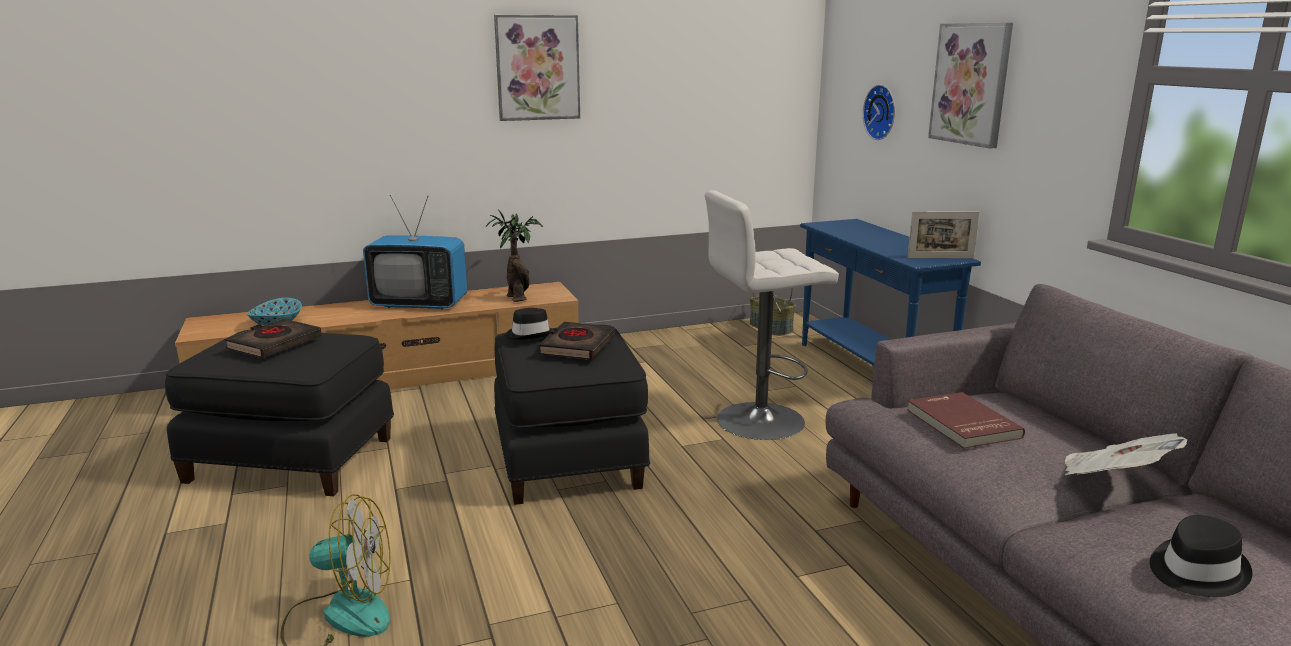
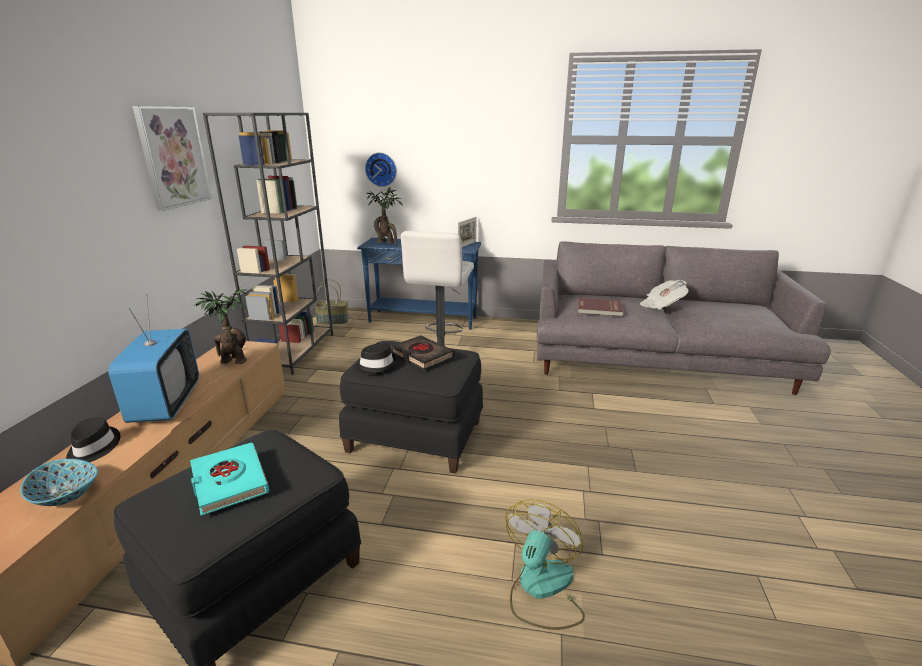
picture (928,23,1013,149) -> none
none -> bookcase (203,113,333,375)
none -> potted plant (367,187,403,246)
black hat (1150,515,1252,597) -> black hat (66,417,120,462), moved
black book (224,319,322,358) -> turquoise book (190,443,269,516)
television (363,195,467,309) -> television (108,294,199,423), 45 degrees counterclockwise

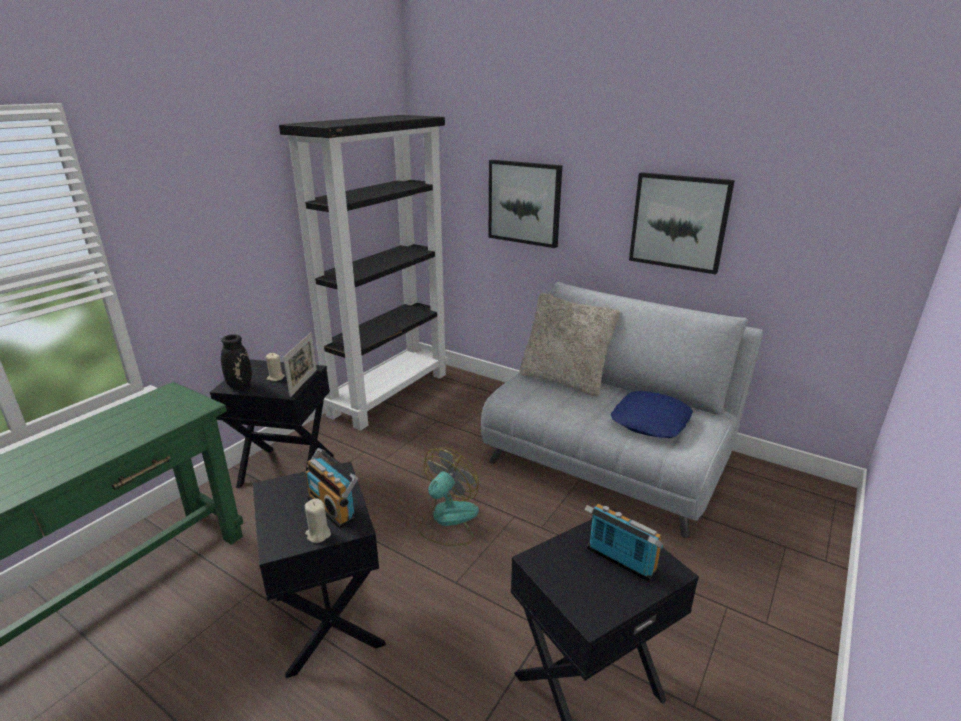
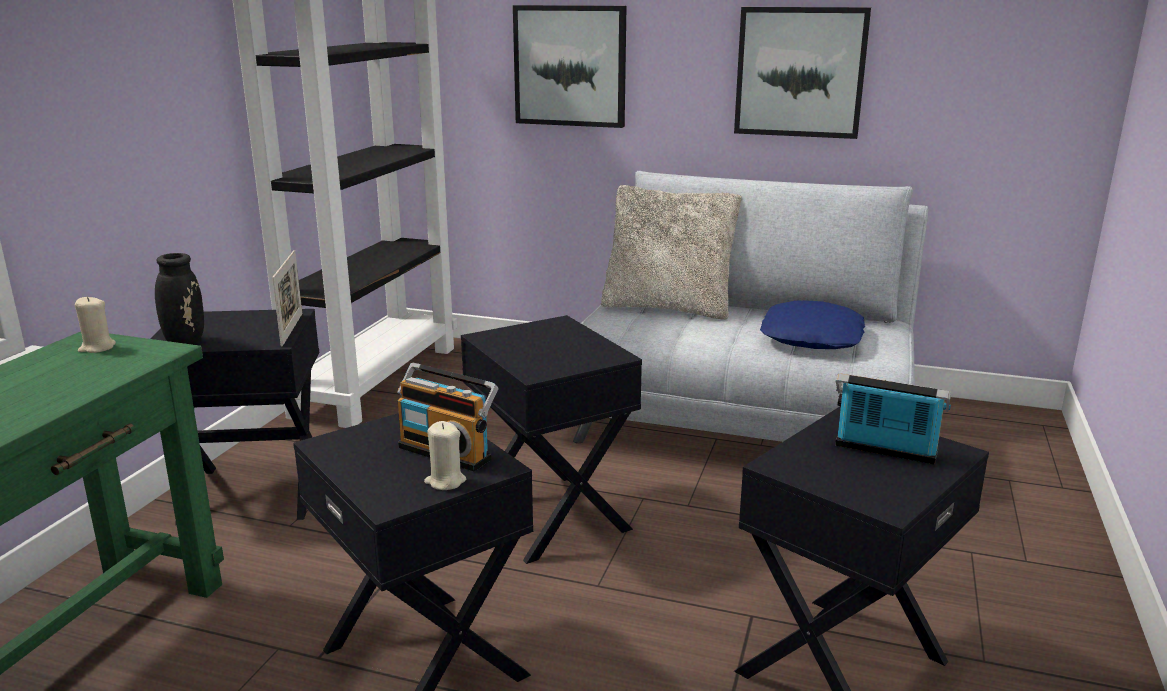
beige candle (266,353,285,381) -> beige candle (75,296,116,353), moved
fan (419,447,479,546) -> black side table (461,315,642,564)

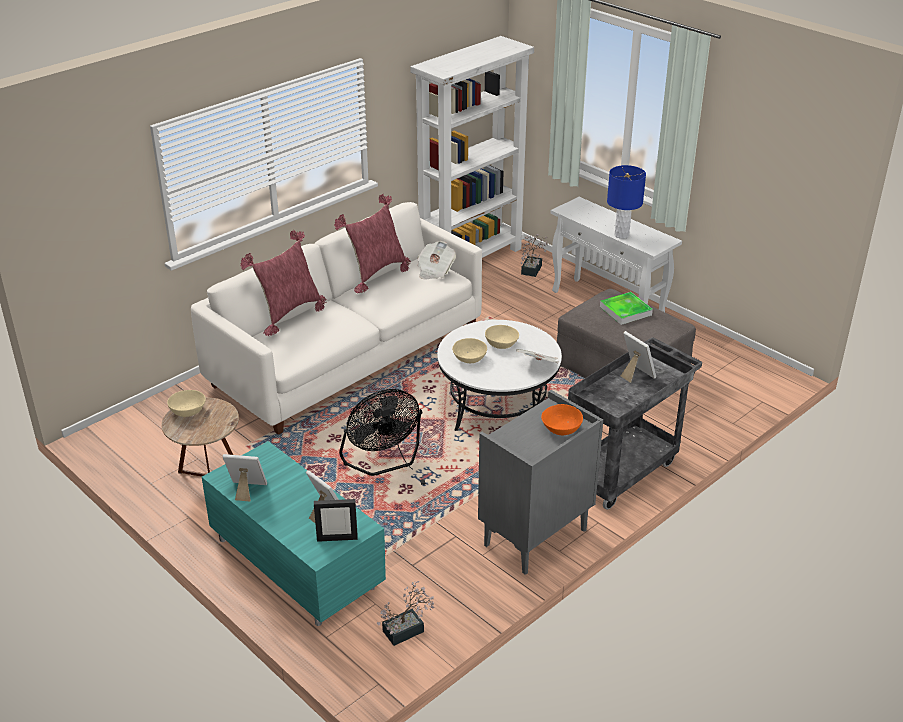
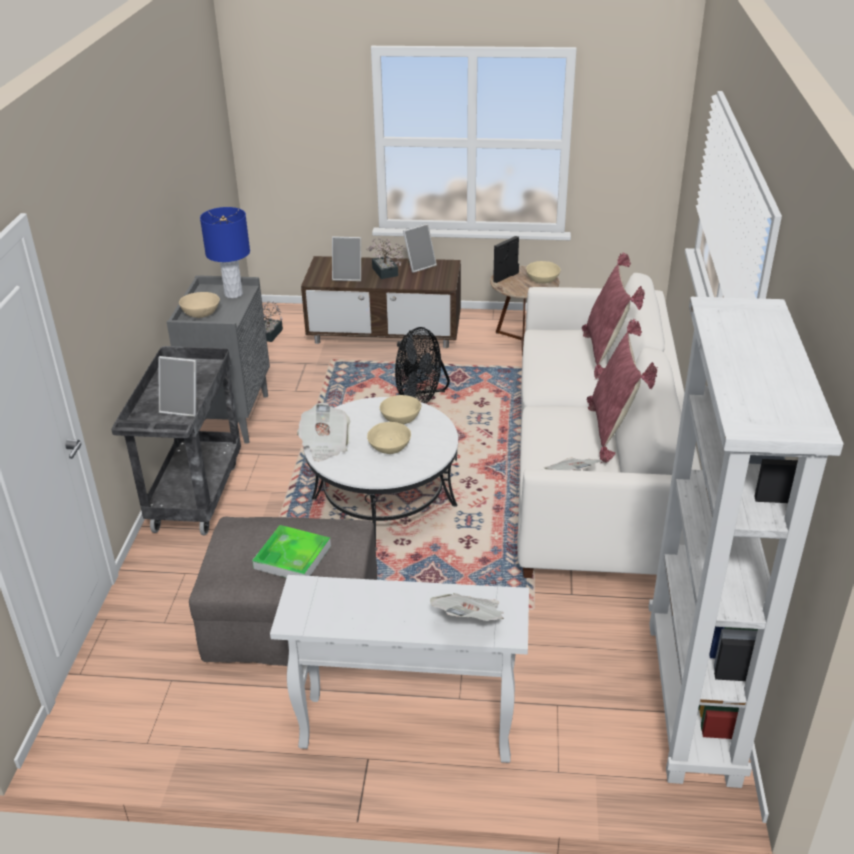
none -> newspaper (430,593,504,621)
picture frame (314,499,358,542) -> picture frame (493,236,519,283), moved
potted plant (521,234,548,277) -> potted plant (367,238,406,279), moved
blue table lamp (607,165,646,239) -> blue table lamp (200,207,250,298), moved
turquoise tv stand (202,441,386,626) -> brown tv stand (301,256,461,348)
orange bowl (541,404,583,435) -> beige bowl (179,292,220,318)

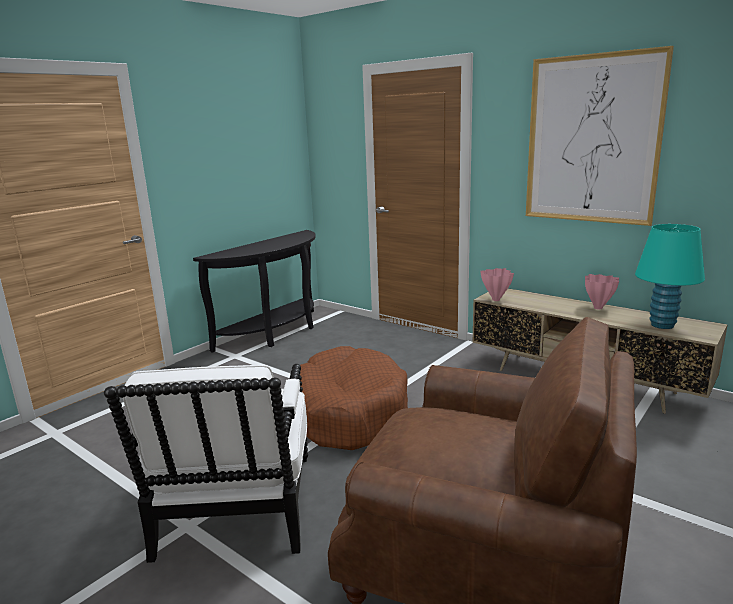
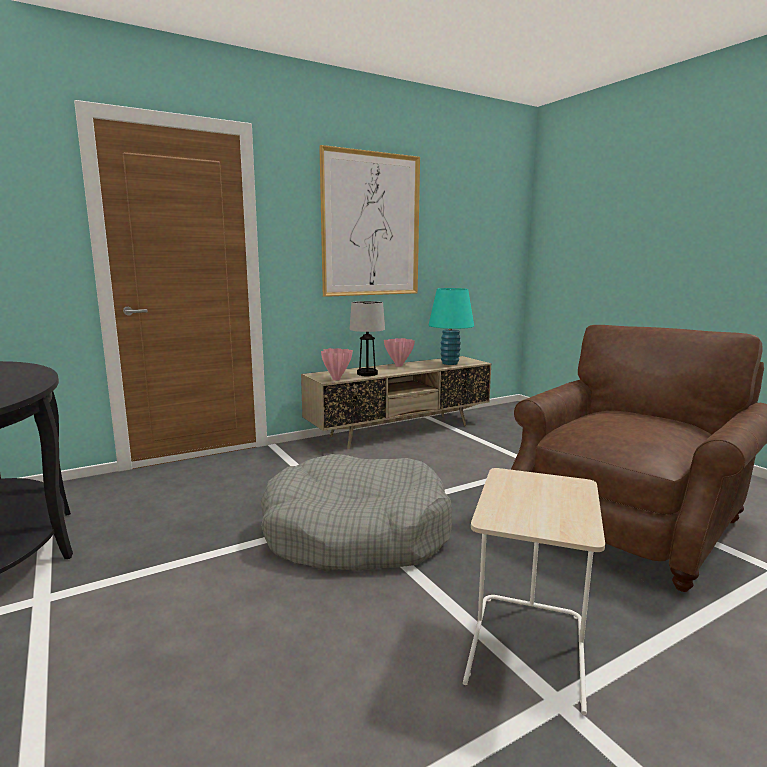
none -> table lamp (349,301,385,376)
white armchair (104,364,308,563) -> beige side table (463,468,605,715)
brown dog bed (300,346,408,450) -> grey dog bed (261,454,452,571)

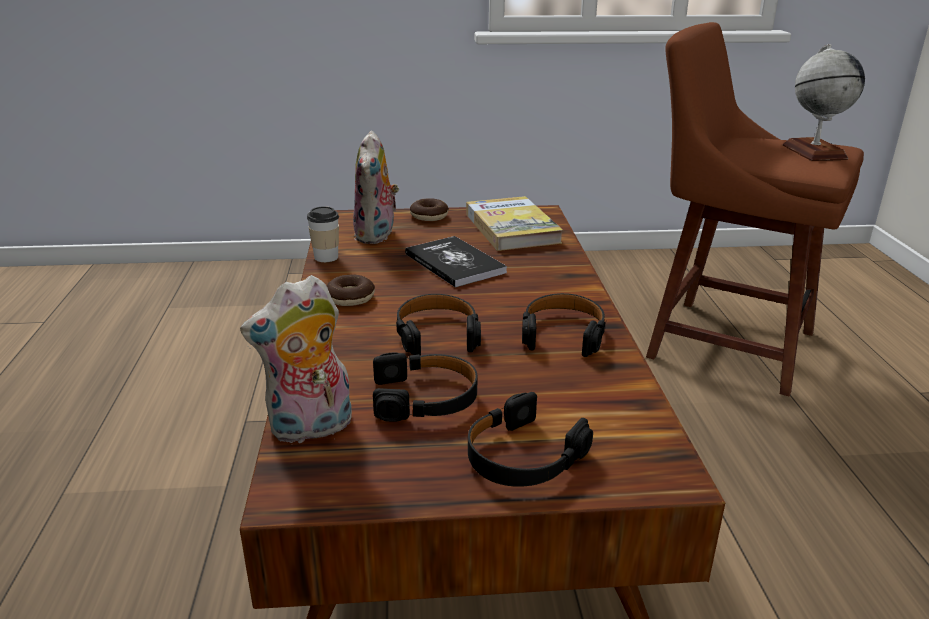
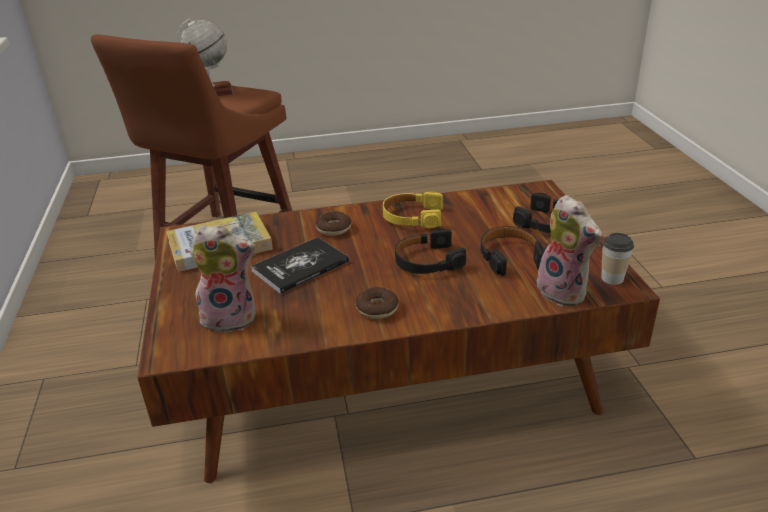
cup (307,206,339,262) -> cup (601,233,634,285), moved
donut (410,198,449,221) -> donut (316,211,352,236), moved
black headphones (522,293,606,357) -> yellow headphones (383,191,443,228)

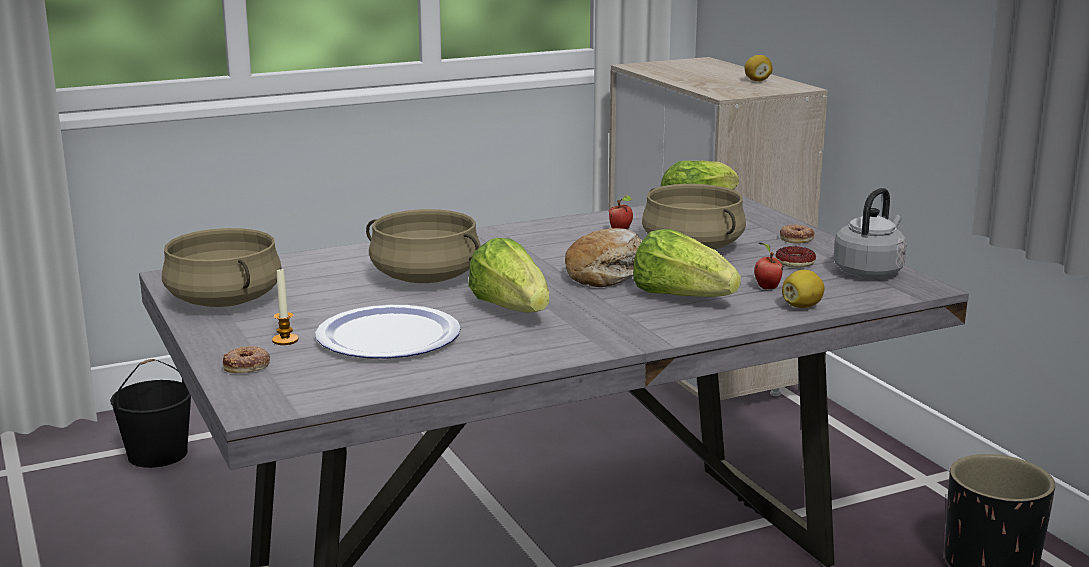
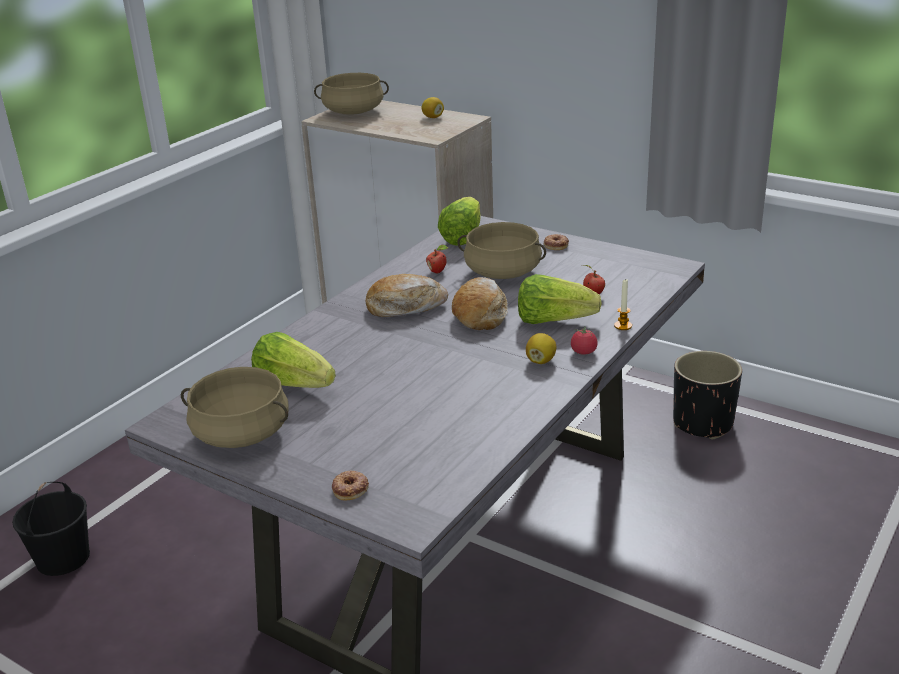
plate (315,305,461,358) -> none
donut (776,246,816,268) -> none
grey kettle (834,188,907,278) -> none
none -> bread (366,274,448,317)
none -> tomato (571,326,598,355)
candle (272,268,299,345) -> candle (614,279,632,330), moved
beige cooking pot (366,209,480,283) -> beige cooking pot (314,73,389,115), moved
lettuce (468,238,549,312) -> lettuce (251,332,336,388), moved
lemon (782,270,824,308) -> lemon (526,333,556,364), moved

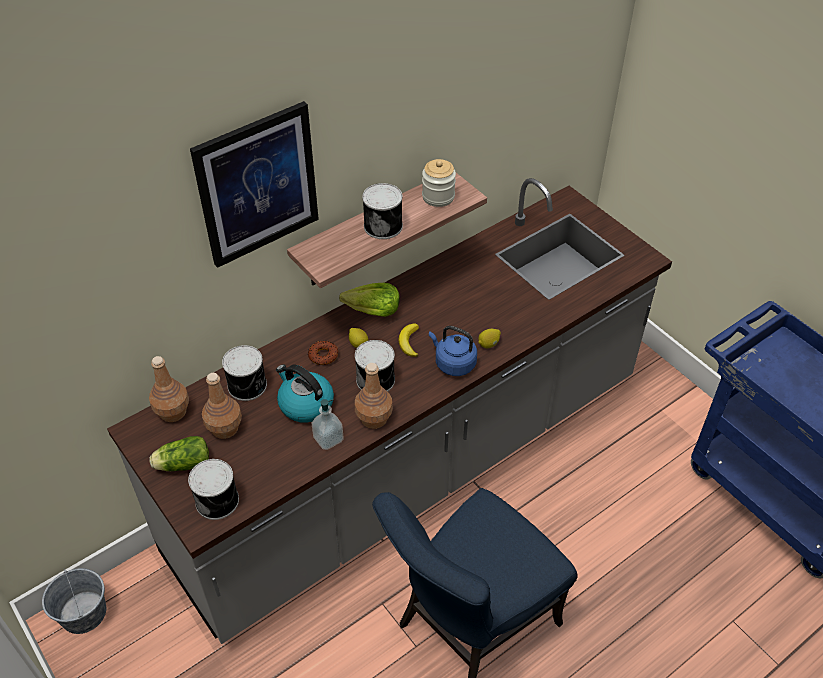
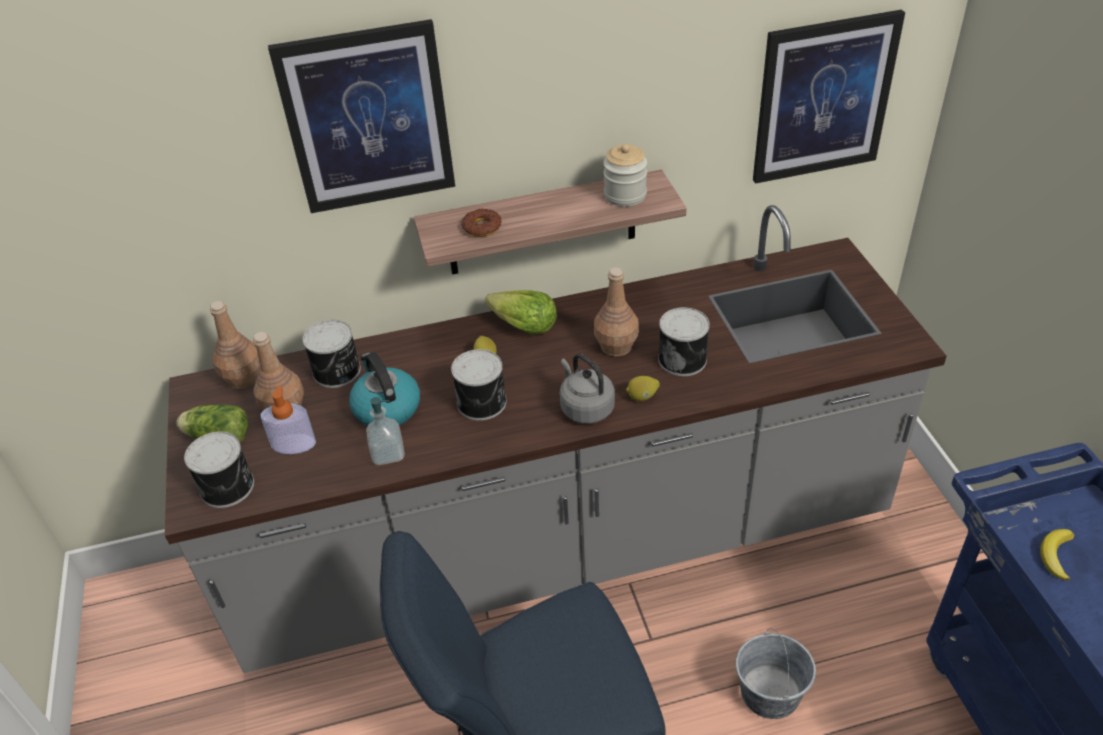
none -> soap dispenser (261,386,316,454)
none -> picture (753,10,905,184)
grey bucket (42,568,107,634) -> grey bucket (736,628,816,719), moved
donut (308,341,338,365) -> donut (461,208,502,237), moved
brown bottle (355,363,393,429) -> brown bottle (594,267,639,357), moved
can (362,183,403,239) -> can (658,307,710,376), moved
banana (399,324,419,357) -> banana (1040,529,1074,581), moved
blue kettle (429,326,477,376) -> grey kettle (560,353,615,424)

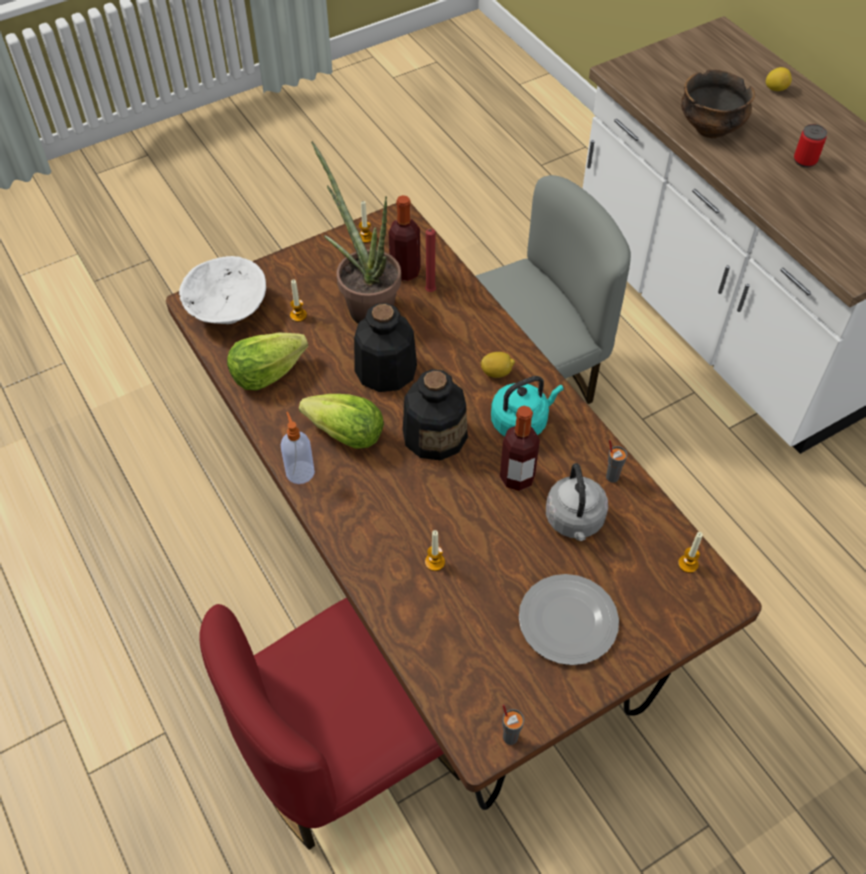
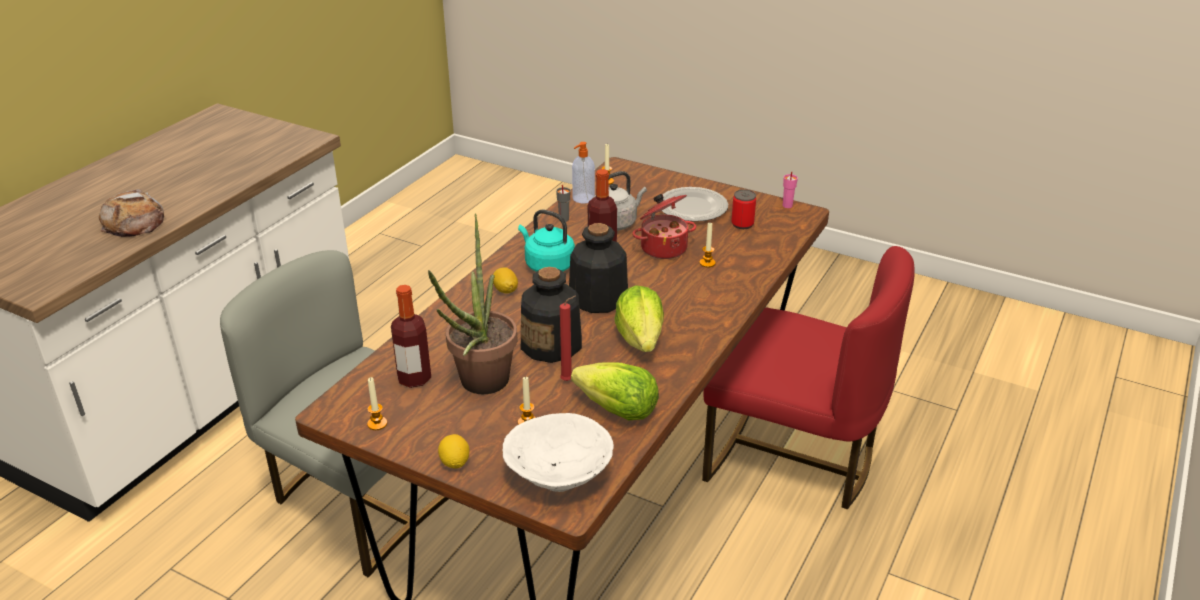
none -> cooking pot (632,194,696,259)
soap dispenser (281,412,315,484) -> soap dispenser (572,142,595,204), moved
red candle (425,229,436,292) -> red candle (560,296,575,381), moved
lemon (766,67,792,91) -> lemon (438,434,469,469), moved
can (794,124,827,168) -> can (731,189,756,229), moved
bowl (681,70,755,138) -> bread (99,189,164,237)
grey cup (503,704,524,745) -> pink cup (783,172,798,208)

